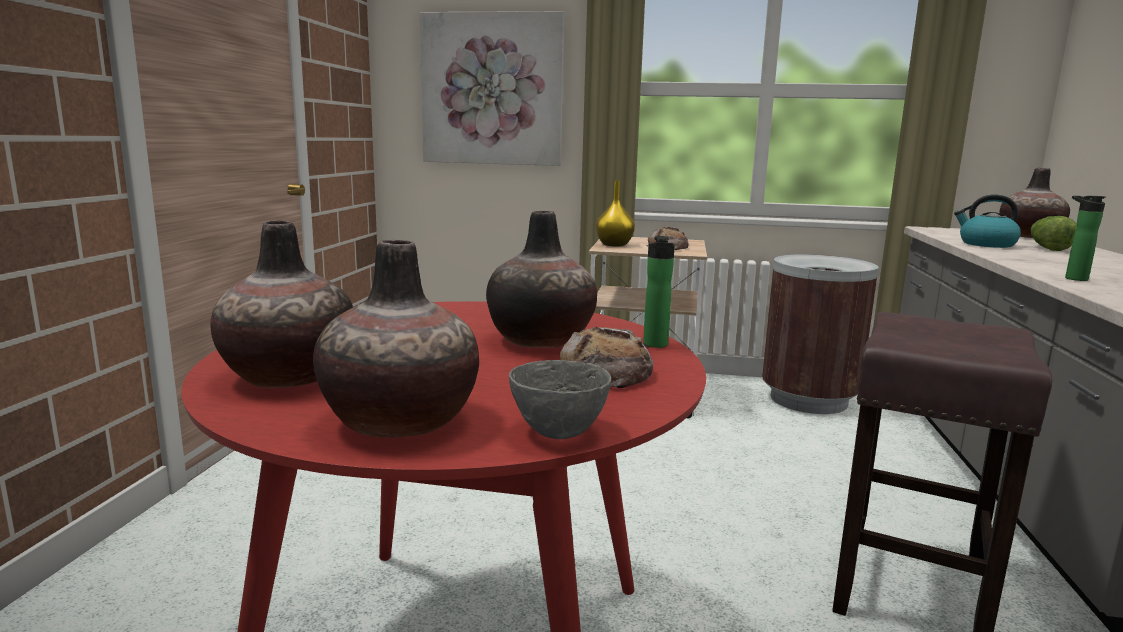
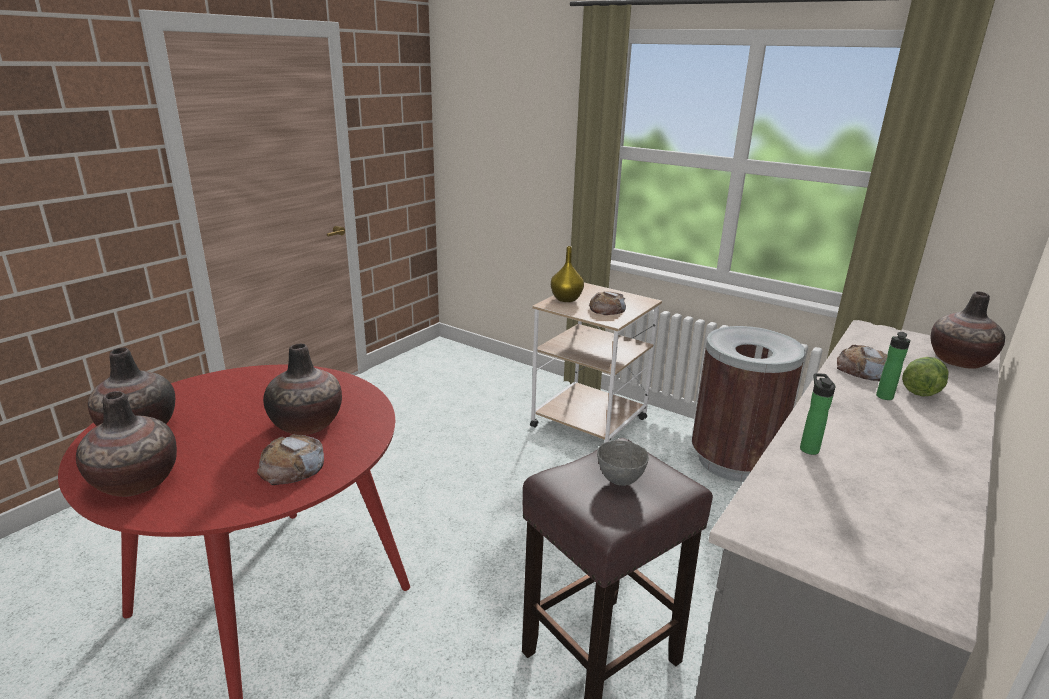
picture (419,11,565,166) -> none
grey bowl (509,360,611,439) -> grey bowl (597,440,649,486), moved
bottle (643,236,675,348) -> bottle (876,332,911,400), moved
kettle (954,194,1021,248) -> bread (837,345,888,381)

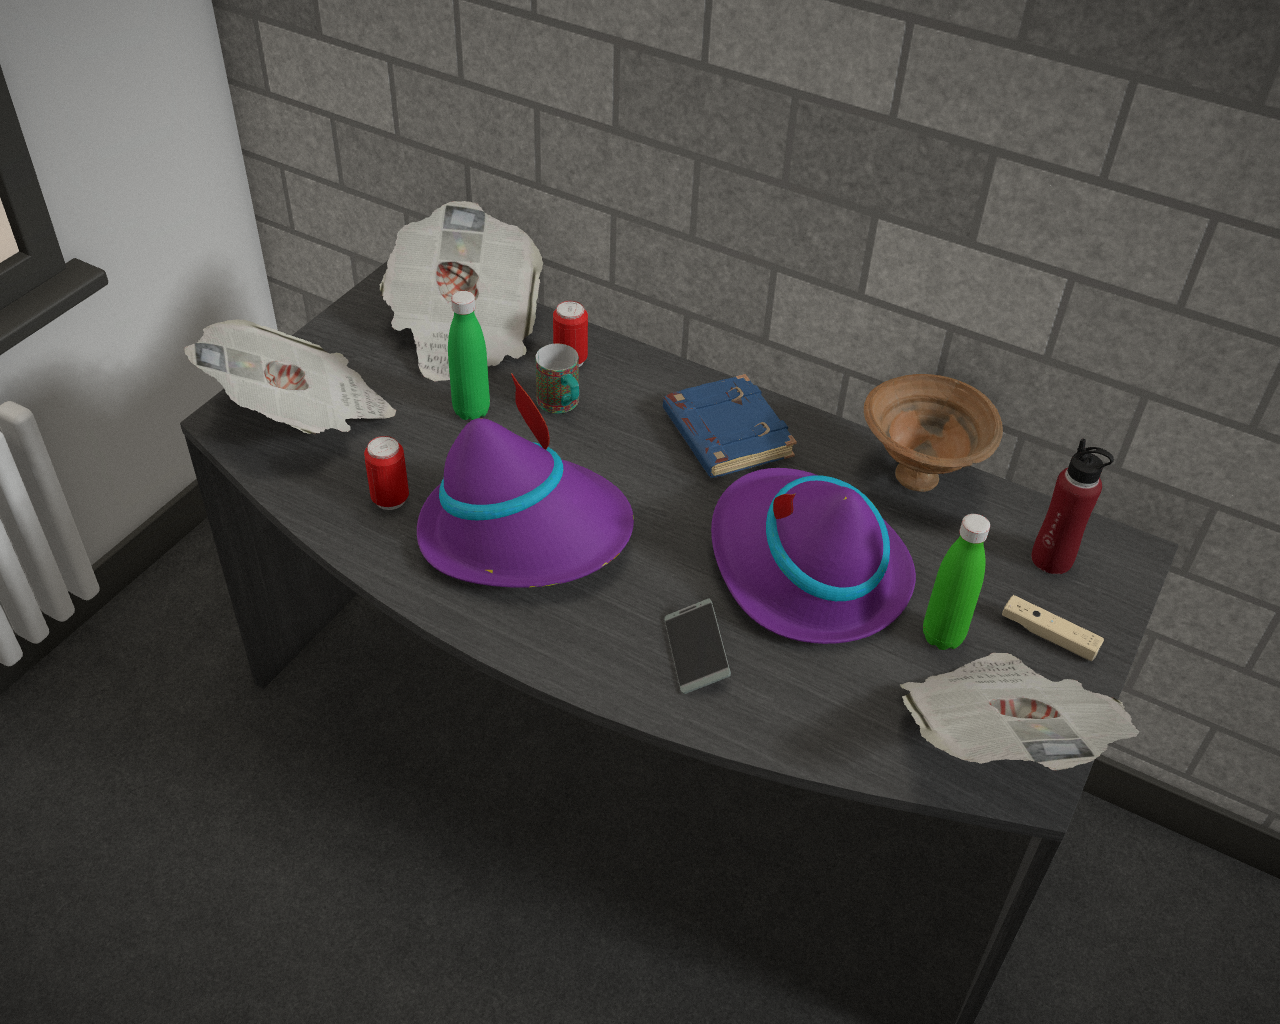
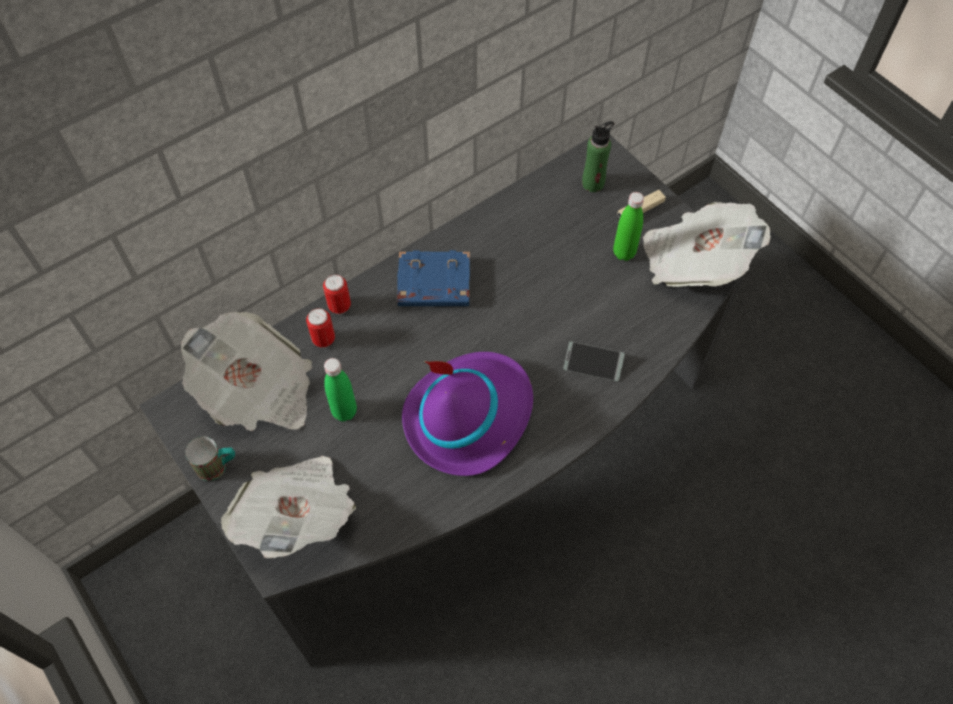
purple hat (711,468,916,644) -> none
brown bowl (864,374,1003,492) -> none
can (364,436,409,510) -> can (323,274,351,314), moved
mug (535,344,579,413) -> mug (185,436,235,481), moved
red bottle (1031,439,1114,574) -> green bottle (582,121,614,192)

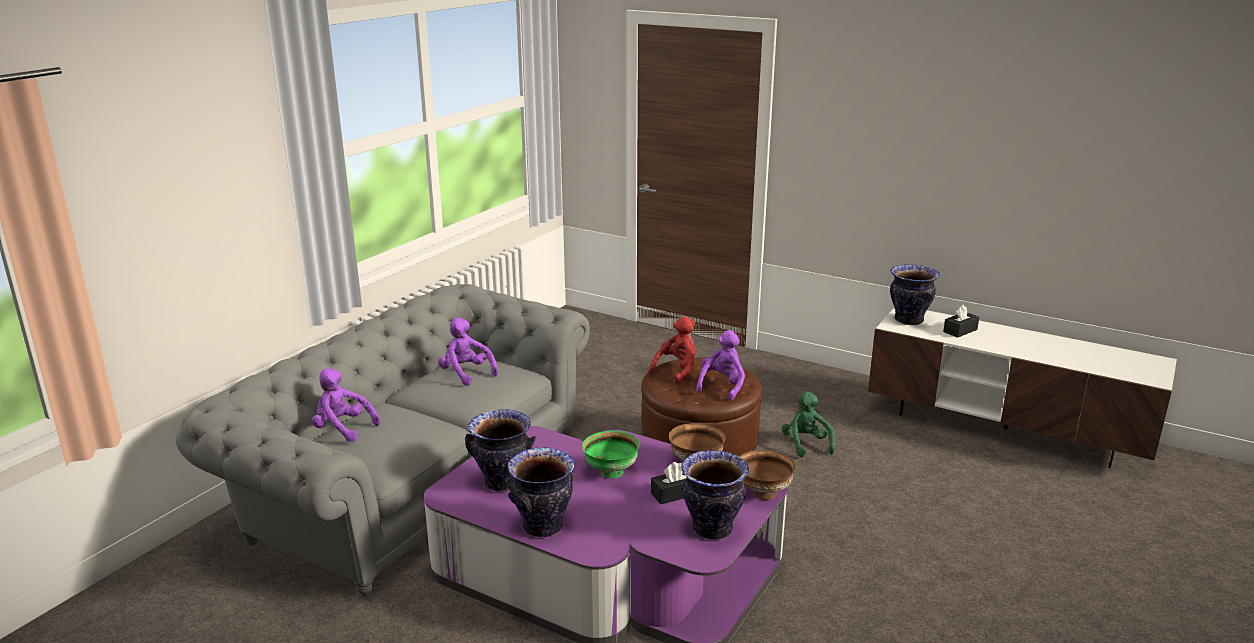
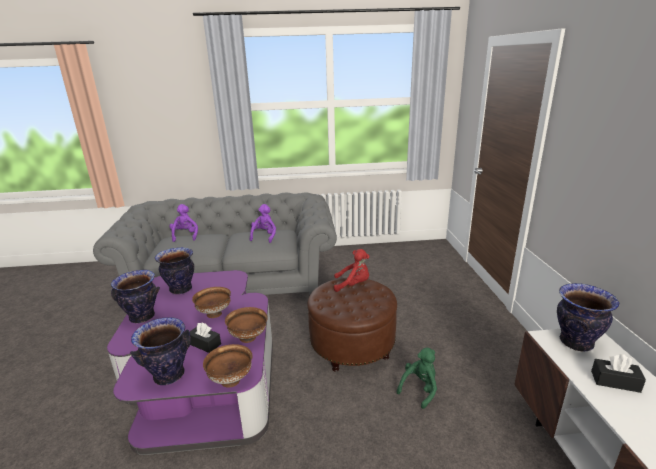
purple plush toy (696,330,745,401) -> none
green bowl (582,431,640,479) -> brown bowl (192,287,231,318)

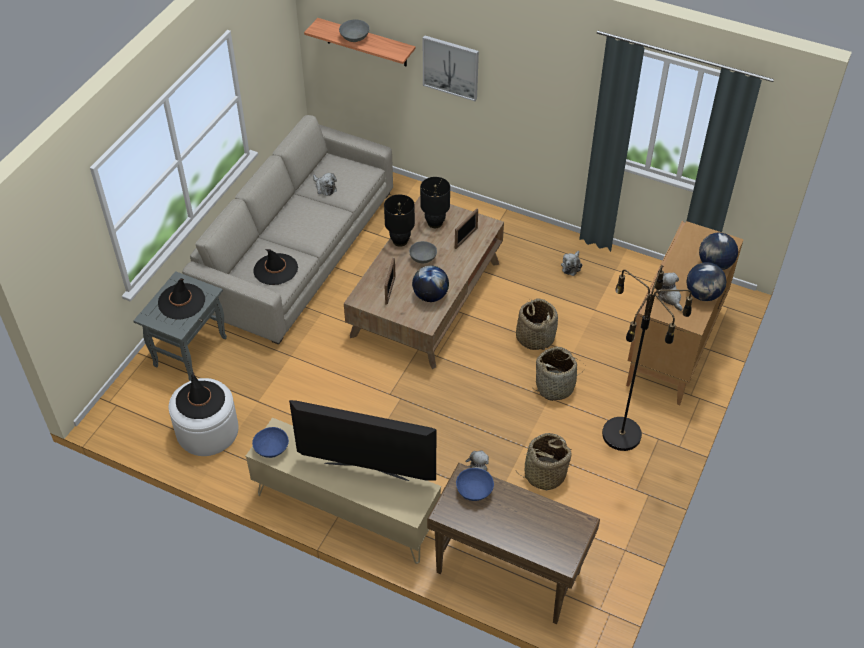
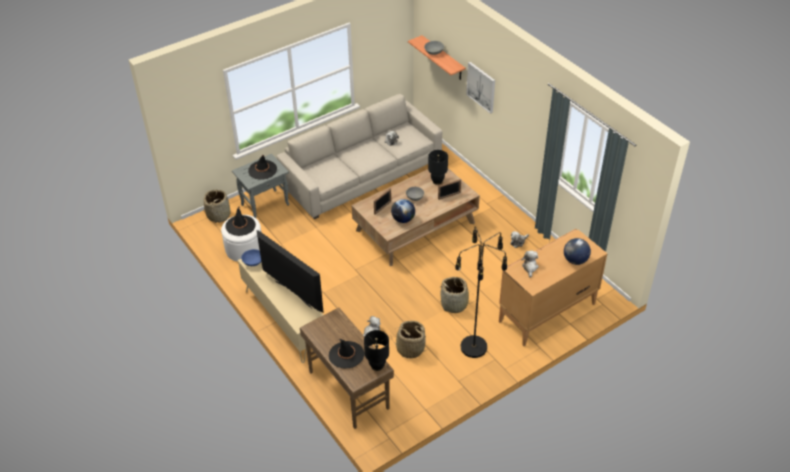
blue bowl (456,468,494,501) -> none
globe (686,262,726,301) -> none
black hat (254,249,298,285) -> black hat (329,339,364,368), moved
black table lamp (384,194,415,247) -> black table lamp (364,330,389,371), moved
basket (516,298,558,350) -> basket (204,189,230,223), moved

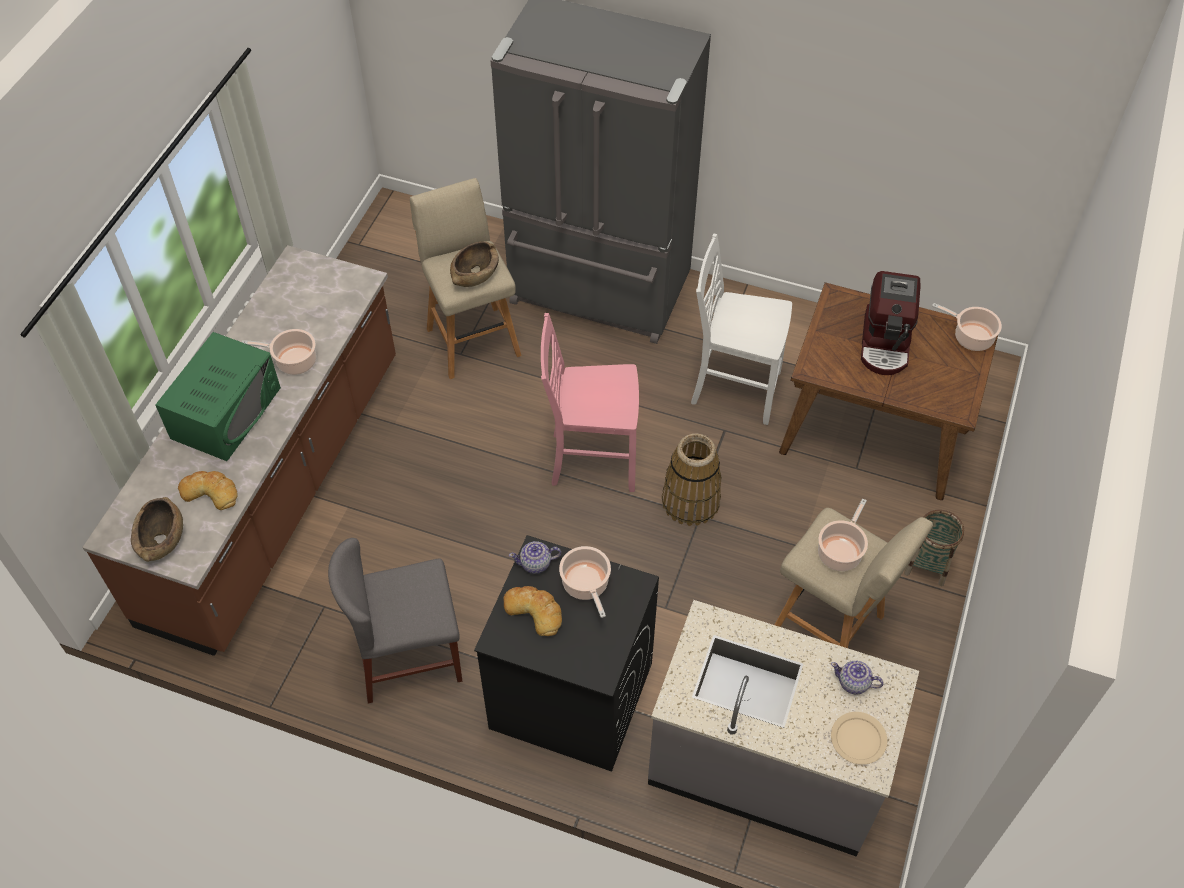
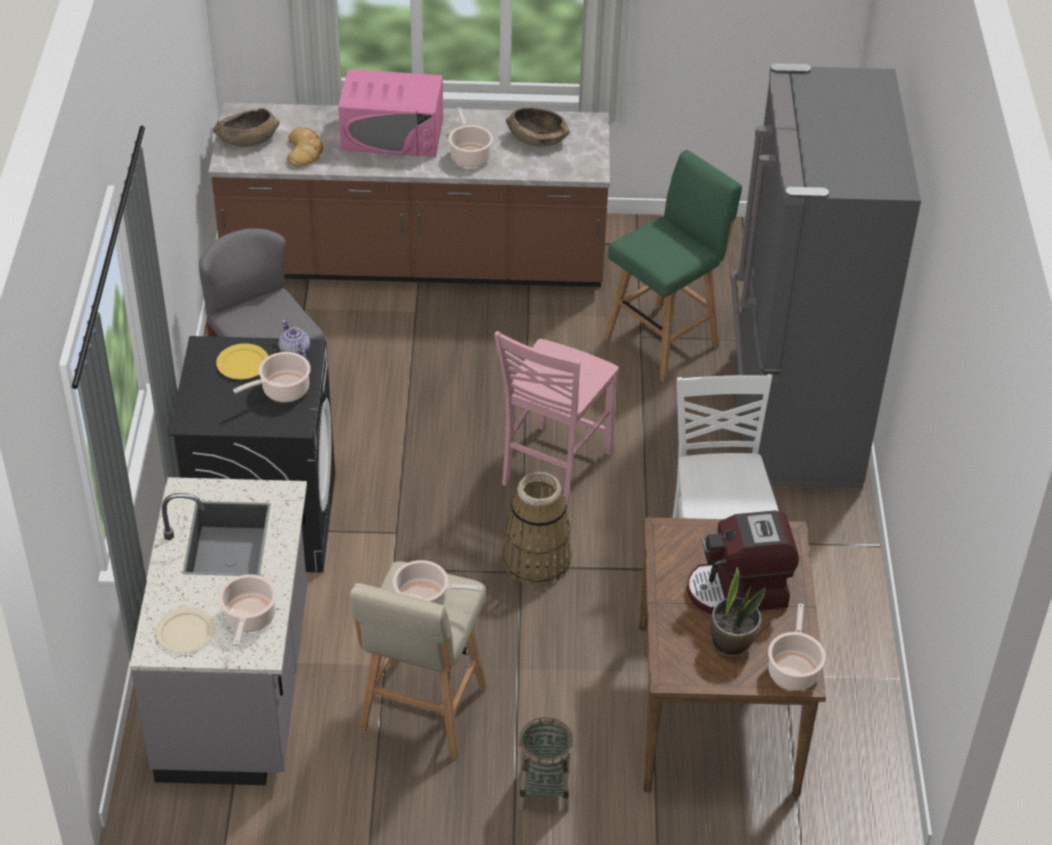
none -> potted plant (710,567,766,658)
brown bowl (450,241,499,287) -> brown bowl (506,107,570,147), moved
bread (503,586,562,636) -> yellow plate (216,343,268,379)
teapot (831,661,884,695) -> cooking pot (219,575,276,646)
green microwave (155,332,281,461) -> pink microwave (338,69,443,157)
beige stool (410,178,522,379) -> green stool (604,150,742,382)
pink chair (541,313,639,492) -> pink chair (494,331,619,507), 135 degrees counterclockwise

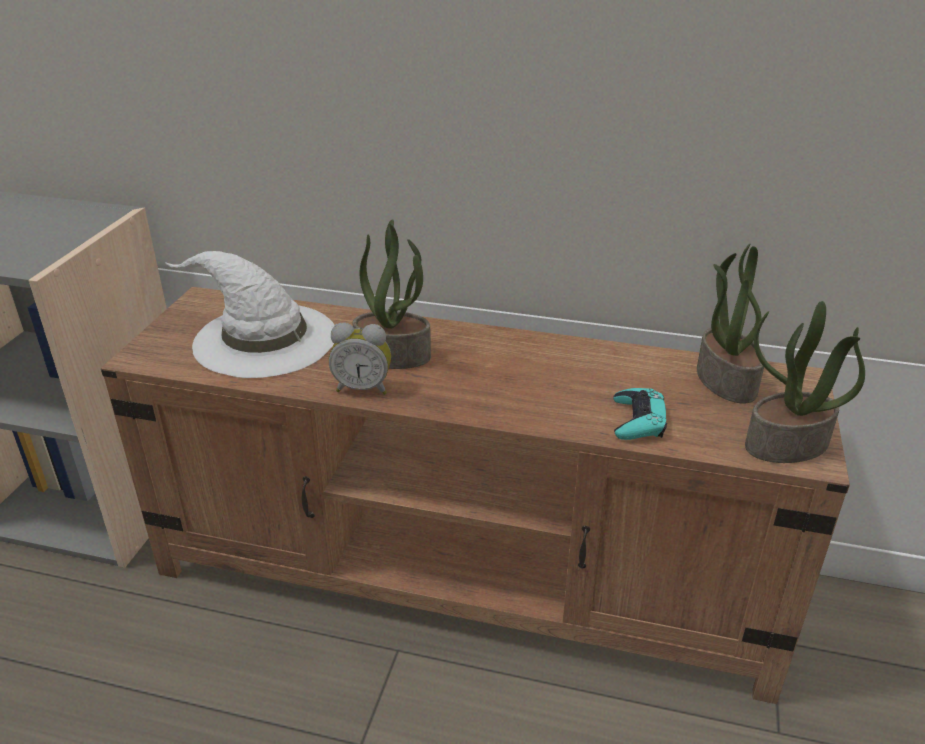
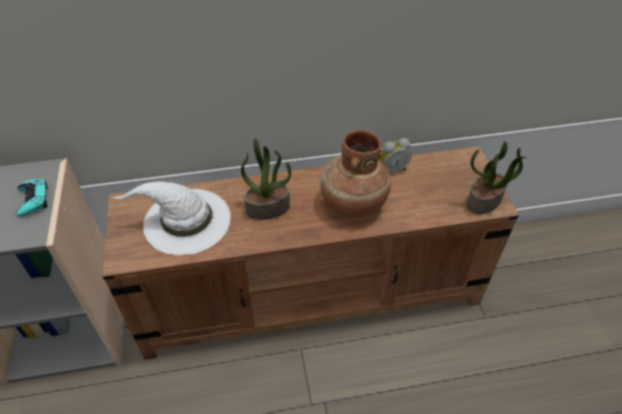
potted plant (697,244,765,404) -> none
none -> brown vase (320,130,391,218)
alarm clock (329,322,391,395) -> alarm clock (379,138,412,172), moved
turquoise game controller (613,388,667,440) -> turquoise game controller (16,179,48,217), moved

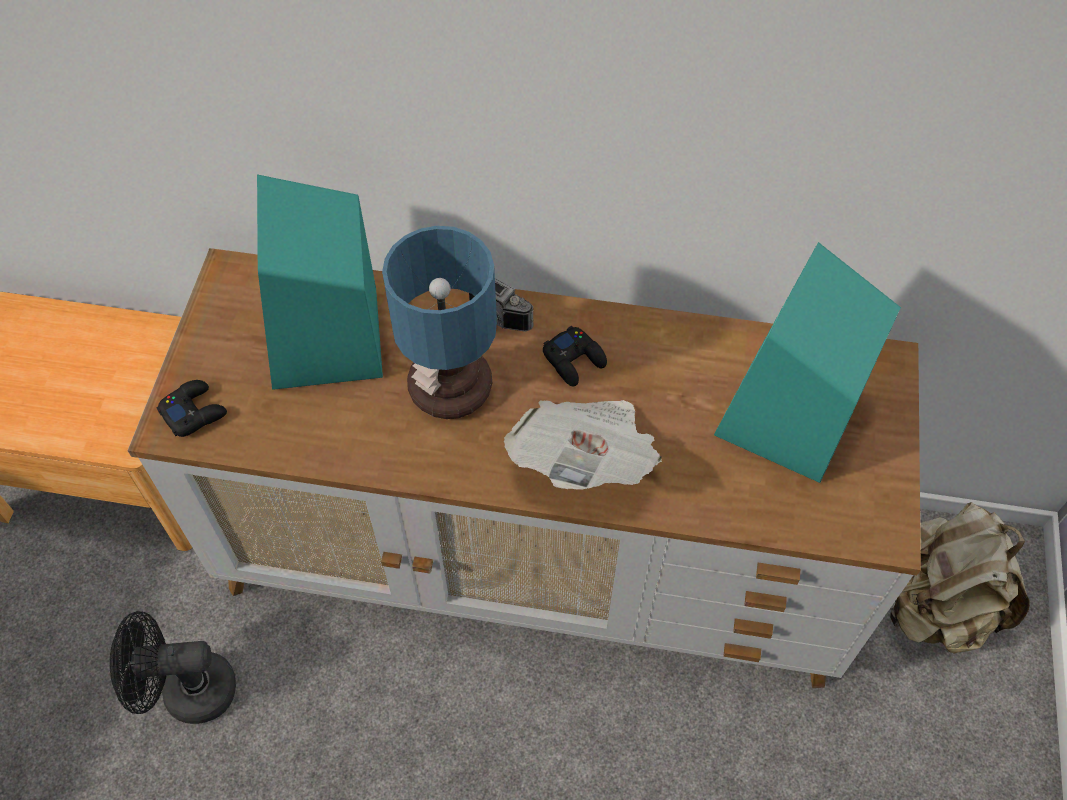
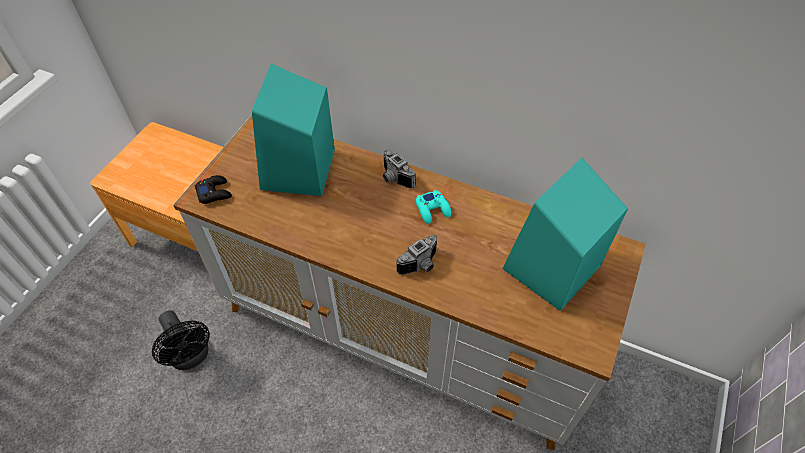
table lamp (382,226,497,419) -> none
beige backpack (890,502,1030,654) -> none
newspaper (504,400,662,490) -> photo camera (397,235,437,275)
black game controller (543,326,607,387) -> turquoise game controller (416,190,451,224)
black fan (110,611,236,724) -> black fan (152,310,210,370), 135 degrees counterclockwise

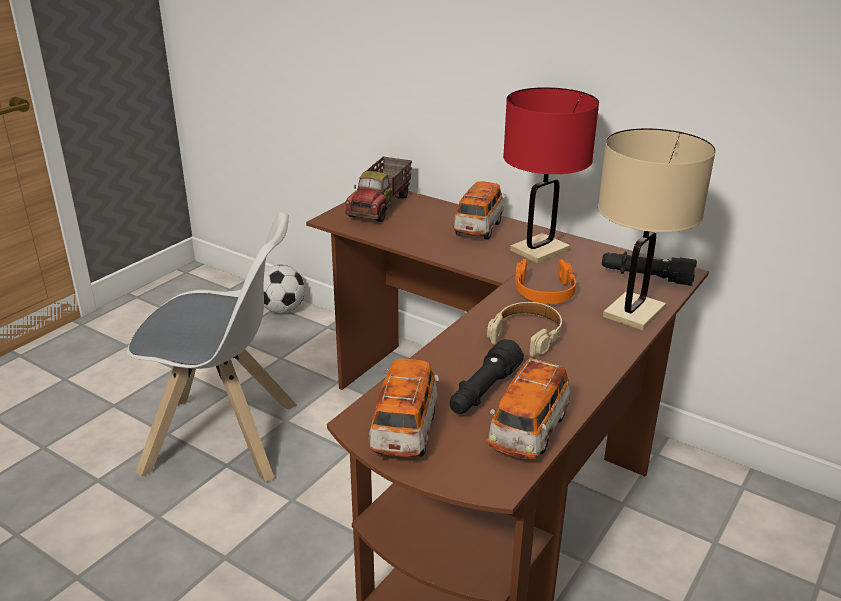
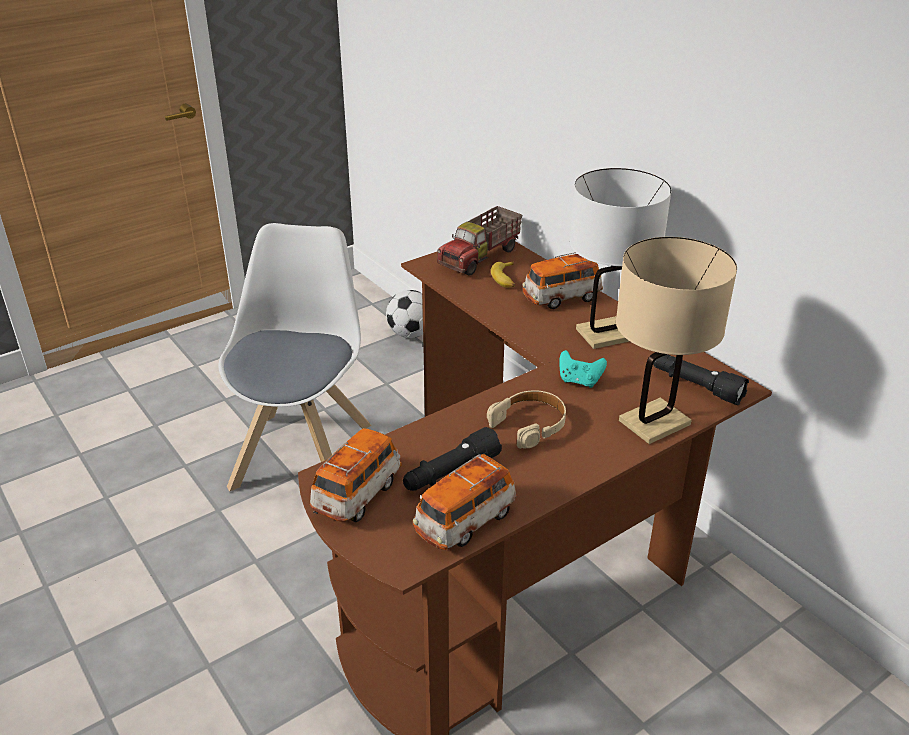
none -> banana (491,261,515,288)
orange headphones (515,259,576,304) -> turquoise game controller (559,350,607,388)
red table lamp (503,87,599,264) -> white table lamp (570,168,672,349)
chair (126,212,297,482) -> chair (218,223,371,492), 105 degrees counterclockwise
toy car (453,181,505,240) -> toy car (523,252,603,309), 150 degrees counterclockwise

